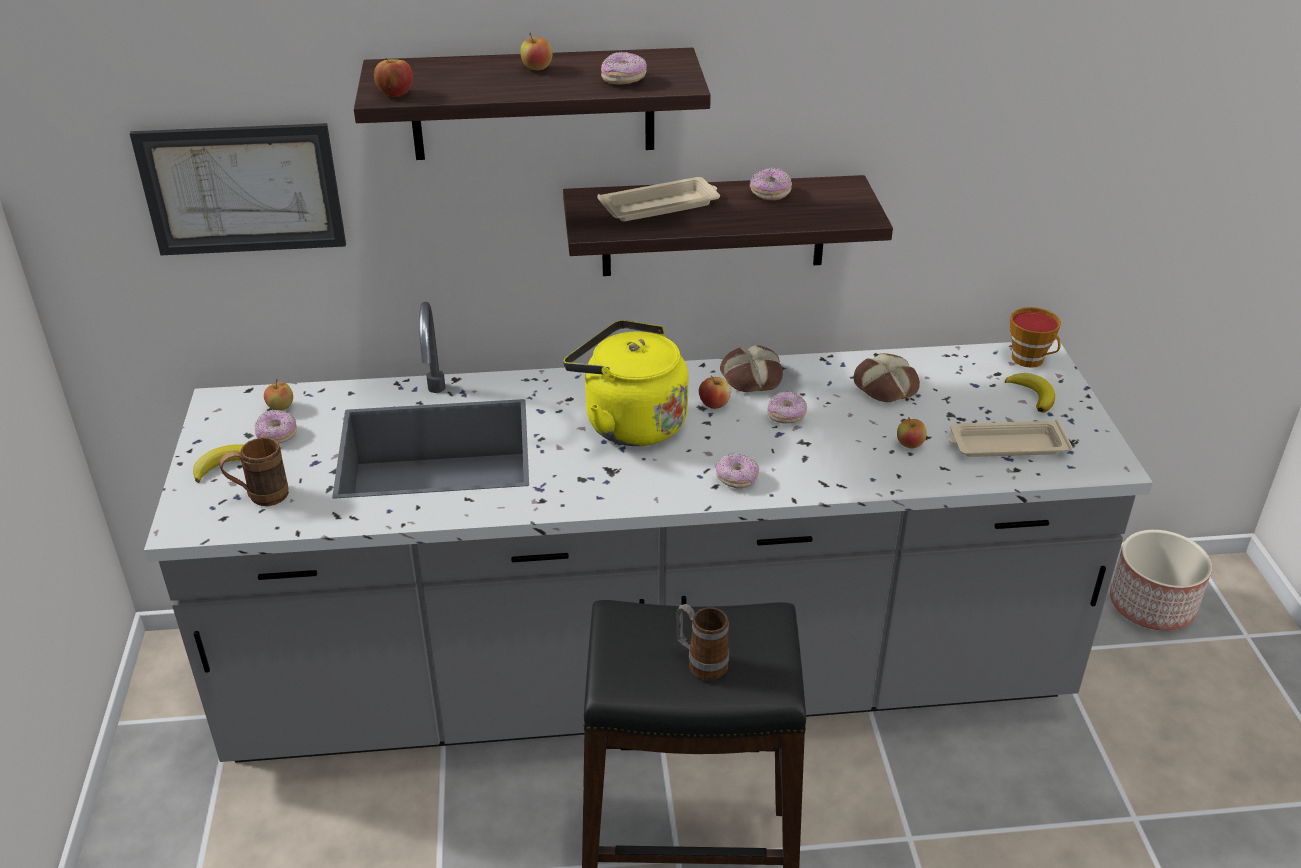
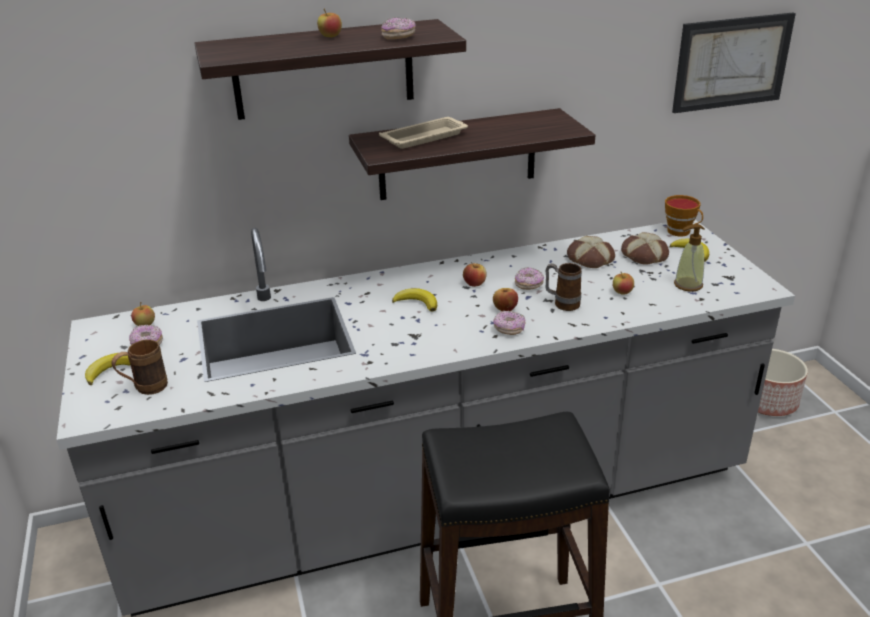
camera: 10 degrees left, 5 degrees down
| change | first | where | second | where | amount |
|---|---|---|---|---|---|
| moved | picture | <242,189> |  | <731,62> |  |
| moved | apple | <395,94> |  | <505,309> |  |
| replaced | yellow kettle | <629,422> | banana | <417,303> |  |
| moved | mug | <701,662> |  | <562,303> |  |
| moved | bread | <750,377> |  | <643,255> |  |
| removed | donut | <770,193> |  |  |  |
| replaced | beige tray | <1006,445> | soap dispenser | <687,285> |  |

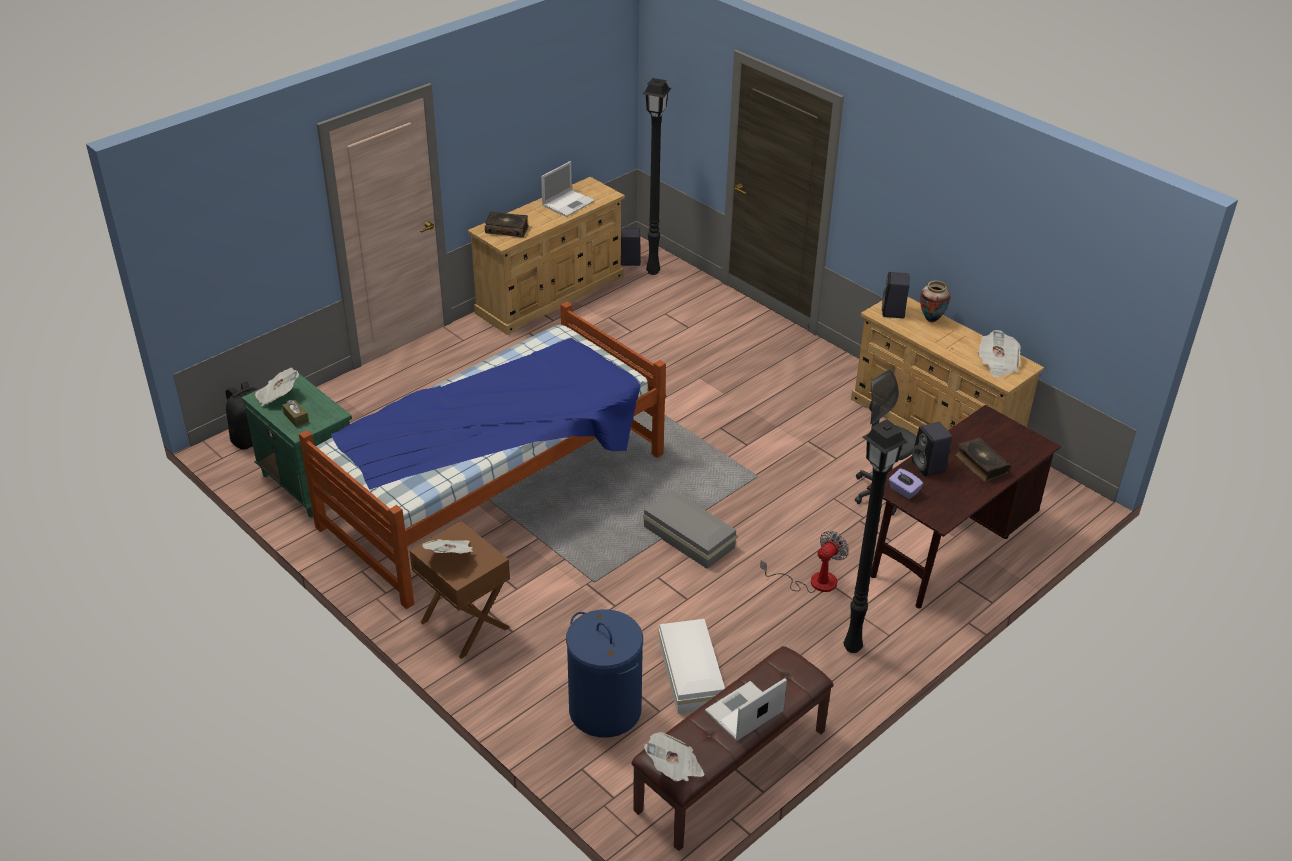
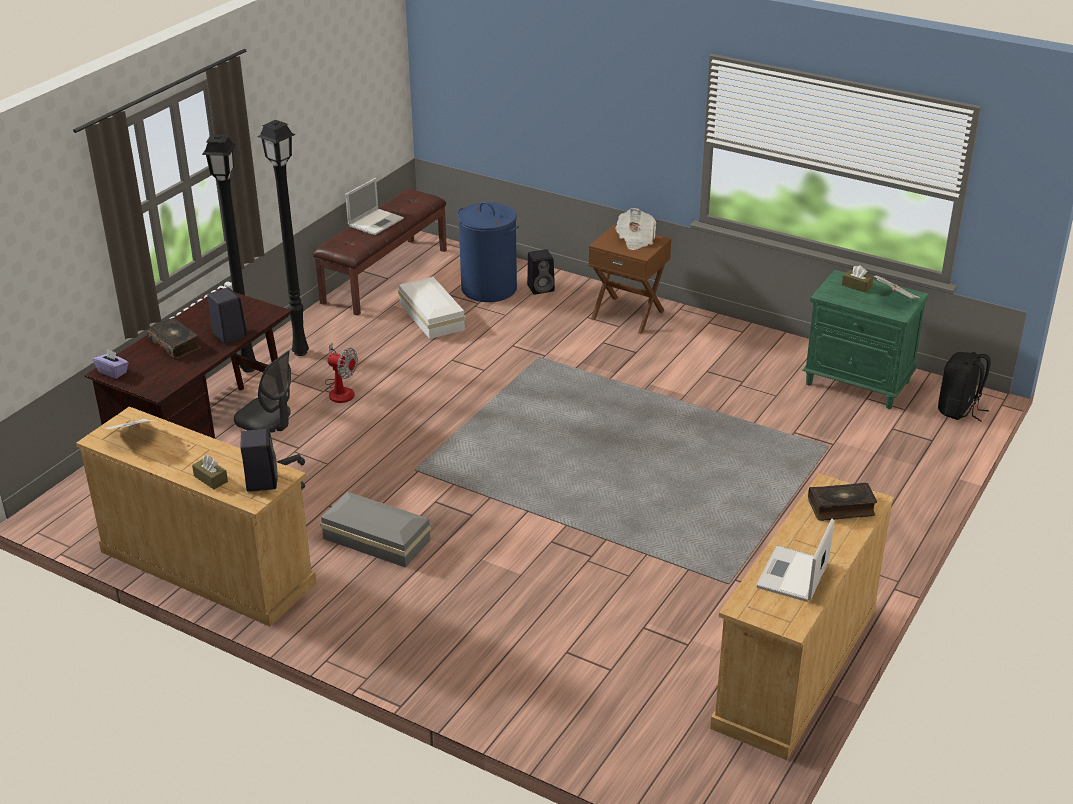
camera: 165 degrees right, 5 degrees down
| change | first | where | second | where | amount |
|---|---|---|---|---|---|
| removed | bed | <496,491> |  |  |  |
| moved | black speaker | <629,261> |  | <541,288> |  |
| moved | black floor lamp | <654,271> |  | <247,369> |  |
| moved | grey storage box | <689,538> |  | <376,538> |  |
| removed | newspaper | <674,768> |  |  |  |
| turned | fan | <813,582> |  | <340,390> | 90 degrees counterclockwise |
| moved | purple tissue box | <903,491> |  | <113,372> |  |
| replaced | vase | <931,319> | brown tissue box | <210,479> |  |

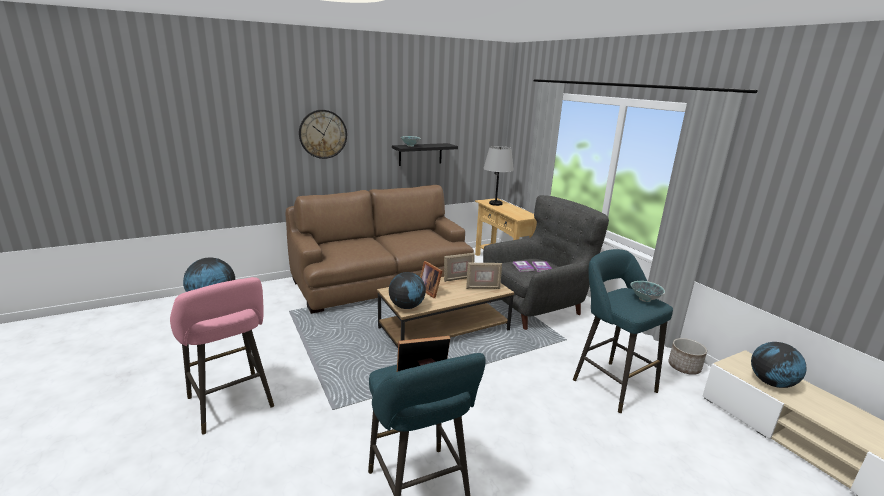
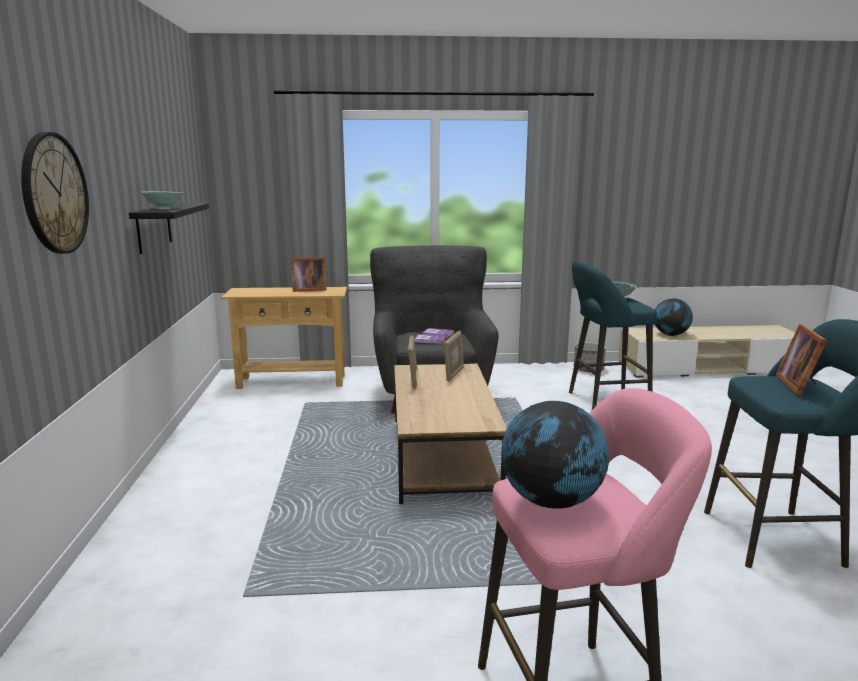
camera: 65 degrees left, 5 degrees down
| change | first | where | second | where | amount |
|---|---|---|---|---|---|
| removed | brown sofa | <382,281> |  |  |  |
| removed | globe | <407,306> |  |  |  |
| moved | picture frame | <430,291> |  | <308,290> |  |
| removed | grey table lamp | <495,203> |  |  |  |

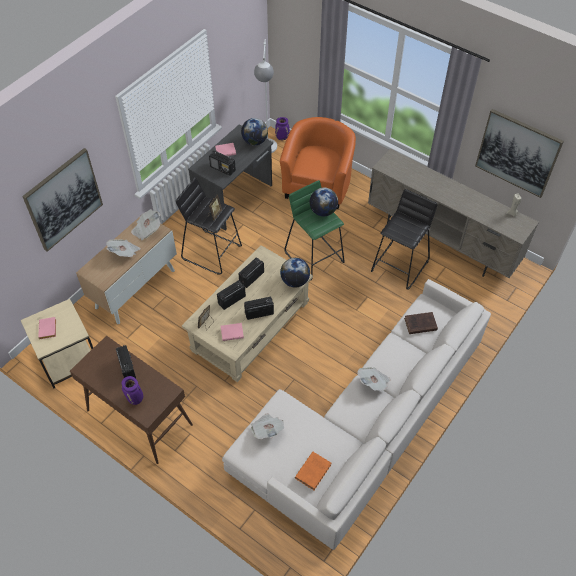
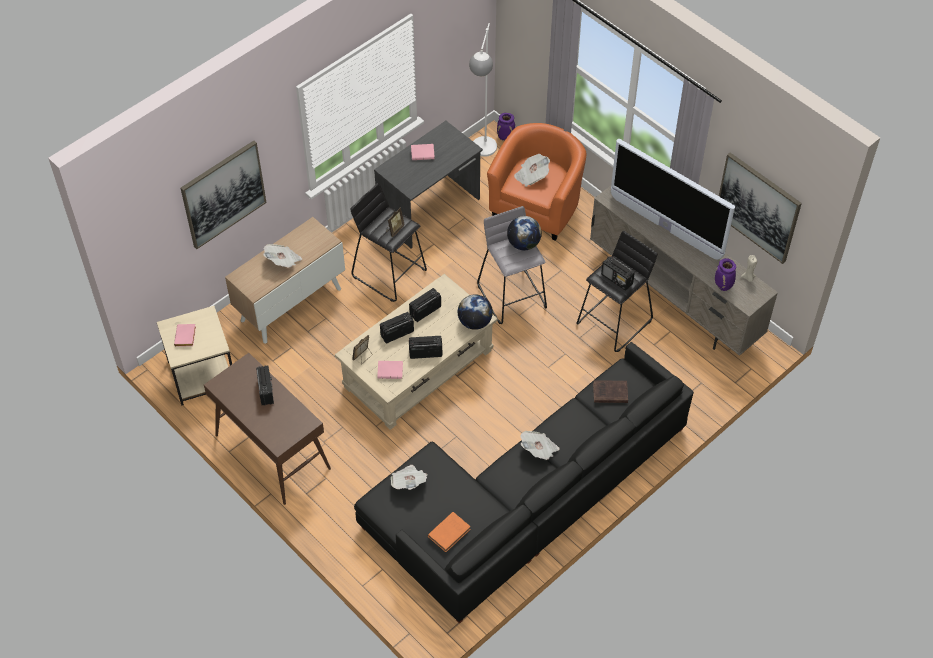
camera: 10 degrees right, 0 degrees up
| change | first | where | second | where | amount |
|---|---|---|---|---|---|
| moved | purple vase | <135,399> |  | <723,286> |  |
| moved | newspaper | <147,230> |  | <531,176> |  |
| moved | radio | <223,169> |  | <617,279> |  |
| recoloured | white sofa | <362,426> | black sofa | <523,500> |  |
| removed | globe | <255,141> |  |  |  |
| recoloured | green stool | <314,256> | grey stool | <512,296> |  |
| added |  |  | television | <665,228> |  |

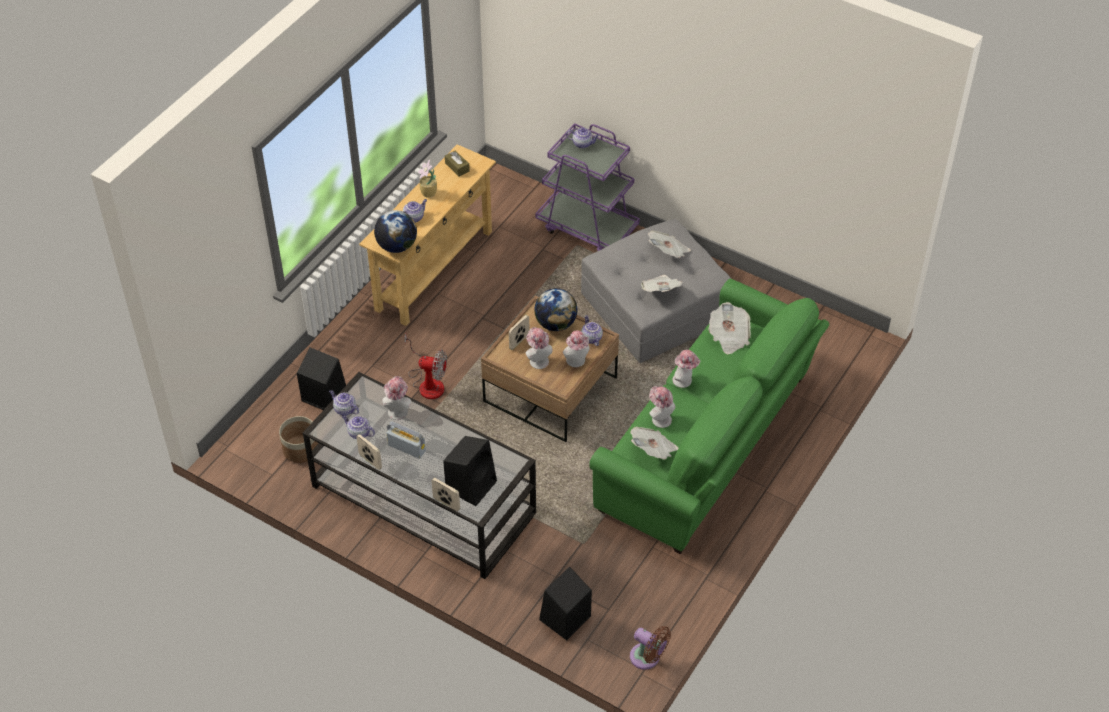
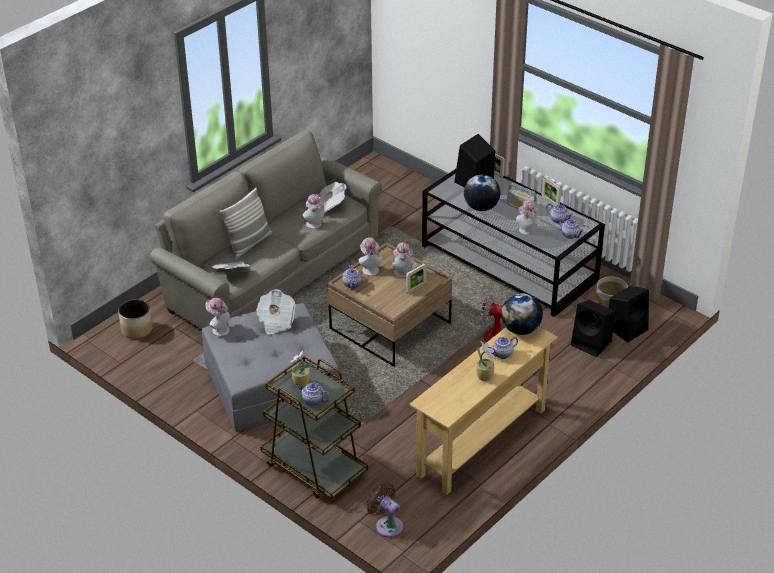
camera: 170 degrees left, 10 degrees down
| change | first | where | second | where | amount |
|---|---|---|---|---|---|
| removed | brown tissue box | <457,167> |  |  |  |
| moved | globe | <556,324> |  | <481,207> |  |
| recoloured | purple cart | <587,228> | brown cart | <314,467> |  |
| moved | black speaker | <564,619> |  | <627,328> |  |
| recoloured | green sofa | <710,446> | beige sofa | <270,273> |  |
| moved | brown fan | <647,658> |  | <387,525> |  |
| removed | newspaper | <668,252> |  |  |  |
| moved | hat | <684,381> |  | <219,329> |  |
| added |  |  | planter | <137,329> |  |
| added |  |  | pillow | <249,244> |  |
| added |  |  | potted plant | <300,383> |  |

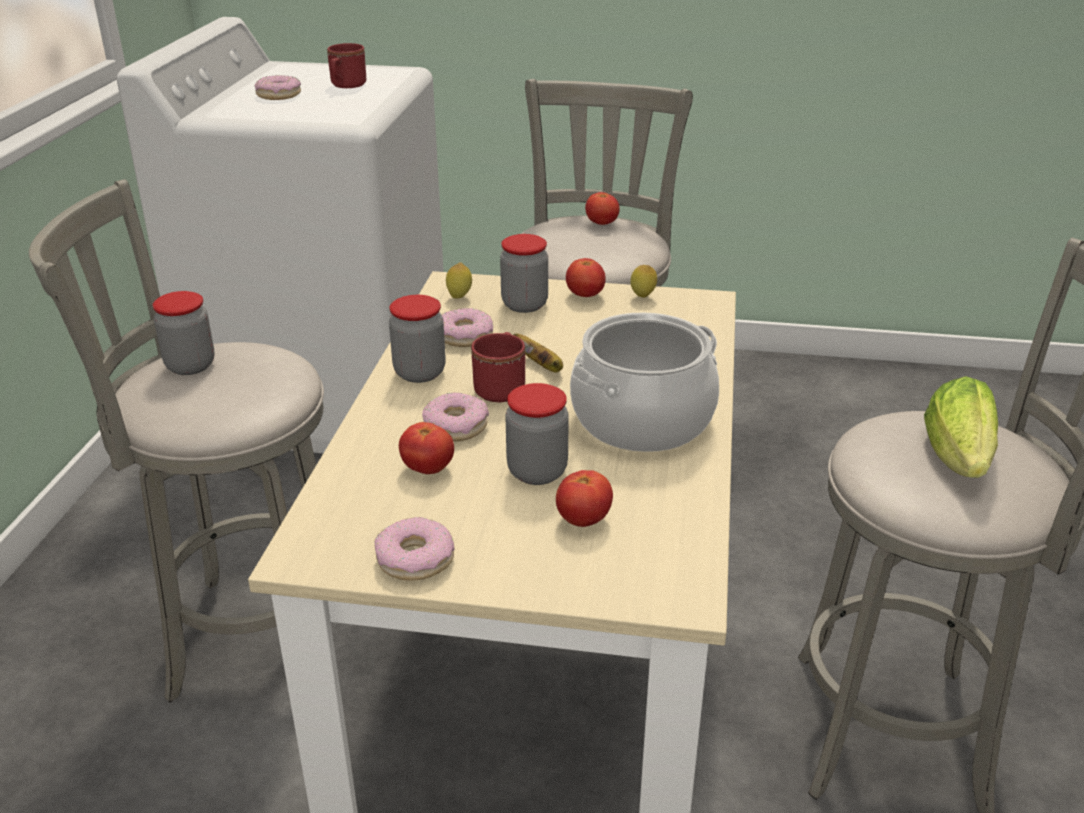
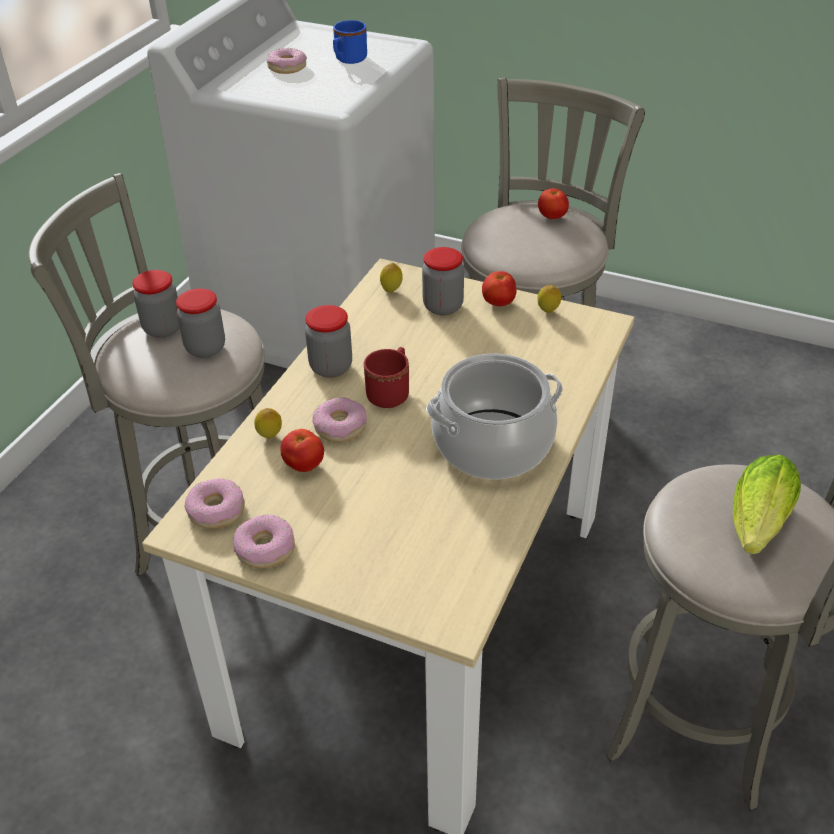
camera: 15 degrees right, 10 degrees up
| change | first | where | second | where | amount |
|---|---|---|---|---|---|
| recoloured | red mug | <346,86> | blue mug | <348,60> |  |
| moved | donut | <465,336> |  | <216,510> |  |
| moved | jar | <537,472> |  | <205,348> |  |
| removed | banana | <540,366> |  |  |  |
| removed | tomato | <583,520> |  |  |  |
| added |  |  | lemon | <270,437> |  |

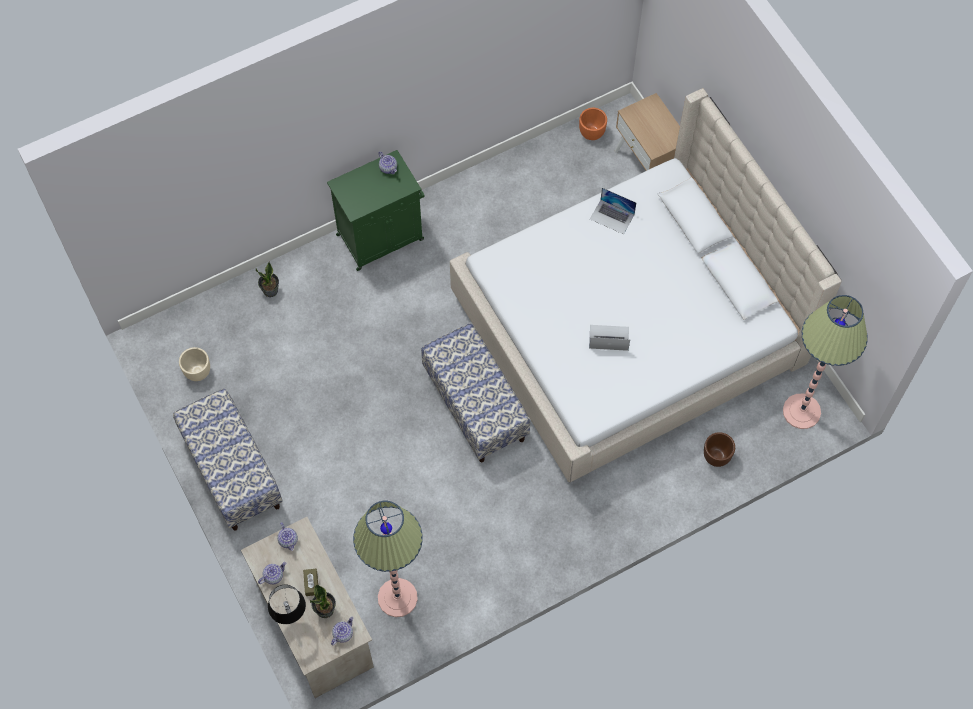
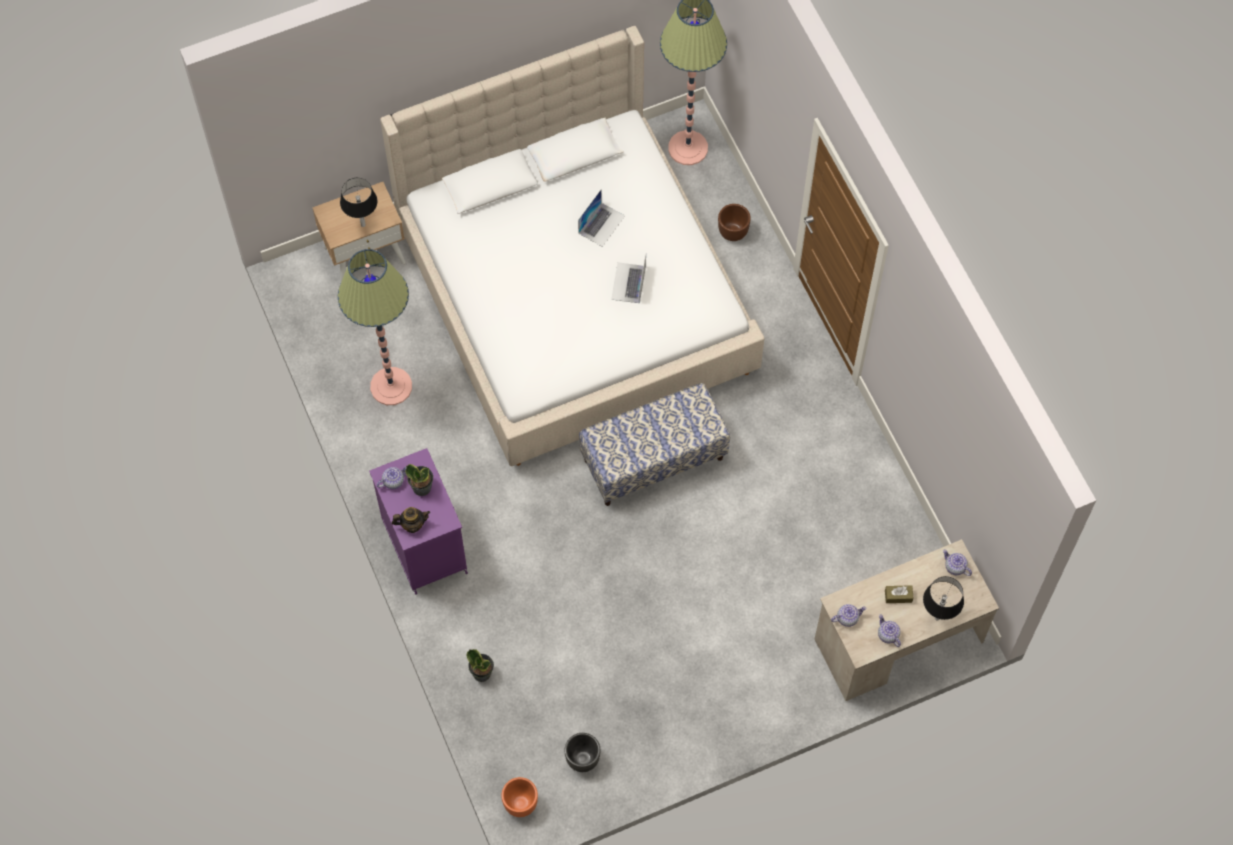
camera: 85 degrees left, 0 degrees up
| change | first | where | second | where | amount |
|---|---|---|---|---|---|
| removed | bench | <232,471> |  |  |  |
| recoloured | beige planter | <197,372> | black planter | <582,760> |  |
| moved | potted plant | <325,609> |  | <422,487> |  |
| recoloured | green cabinet | <381,236> | purple cabinet | <423,544> |  |
| moved | floor lamp | <397,597> |  | <391,386> |  |
| moved | orange planter | <592,133> |  | <521,803> |  |
| moved | laptop | <612,216> |  | <601,224> |  |
| added |  |  | black table lamp | <363,225> |  |
| added |  |  | teapot | <412,524> |  |

